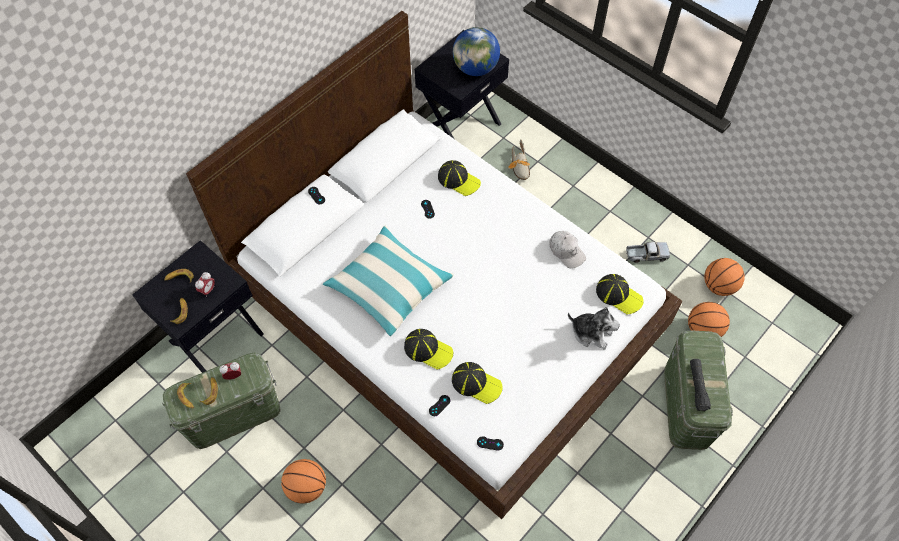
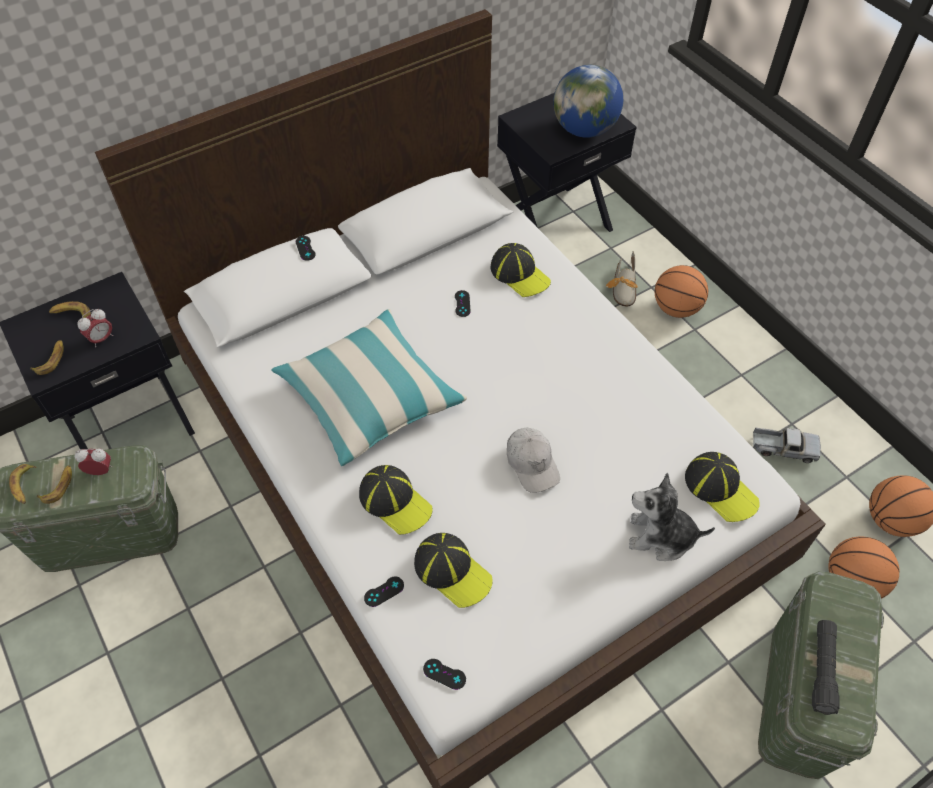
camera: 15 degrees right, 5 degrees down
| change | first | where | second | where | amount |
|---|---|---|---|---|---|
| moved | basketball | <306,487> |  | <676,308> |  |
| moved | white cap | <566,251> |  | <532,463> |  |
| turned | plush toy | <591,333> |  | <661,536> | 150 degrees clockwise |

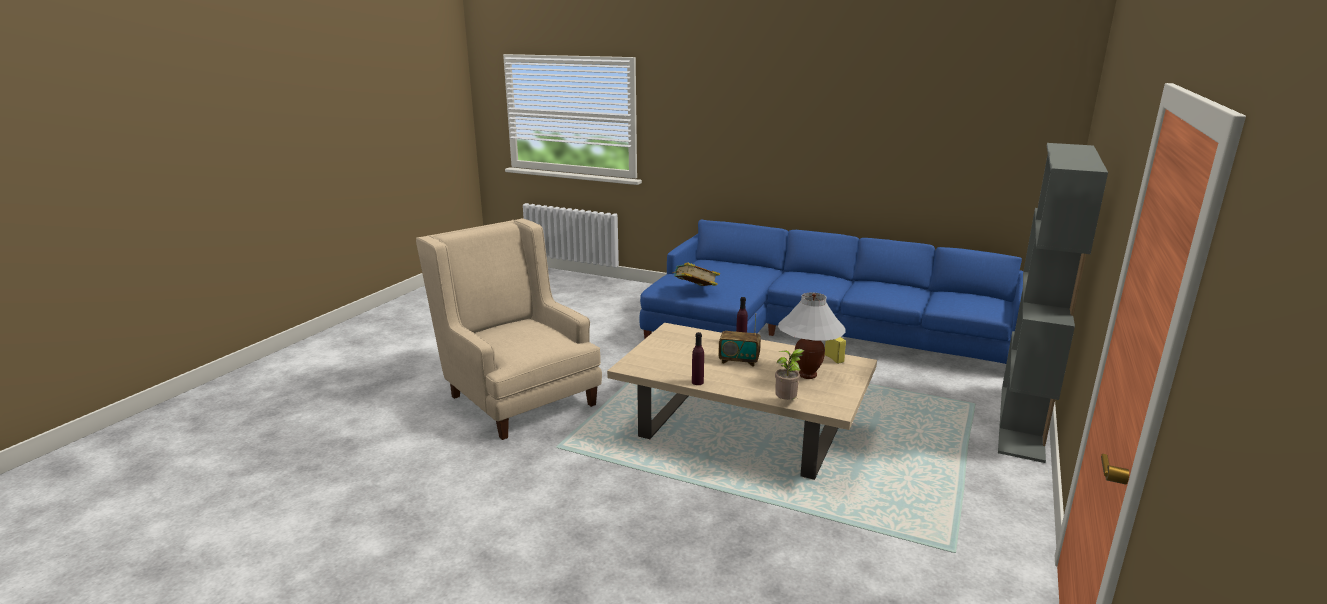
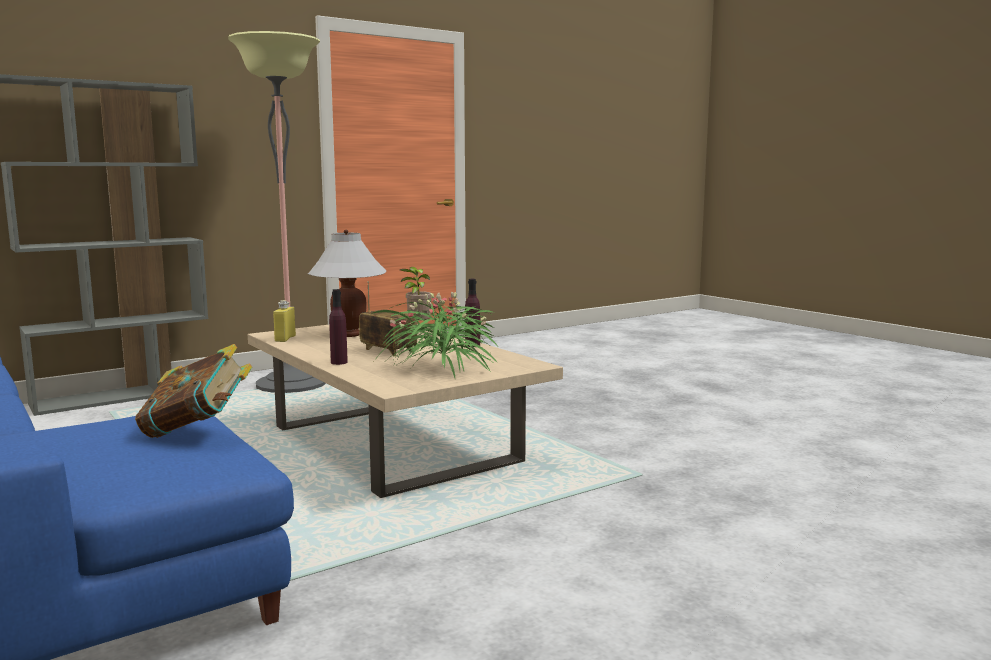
camera: 150 degrees left, 10 degrees down
| change | first | where | second | where | amount |
|---|---|---|---|---|---|
| removed | beige armchair | <516,396> |  |  |  |
| added |  |  | floor lamp | <291,385> |  |
| added |  |  | potted plant | <442,367> |  |

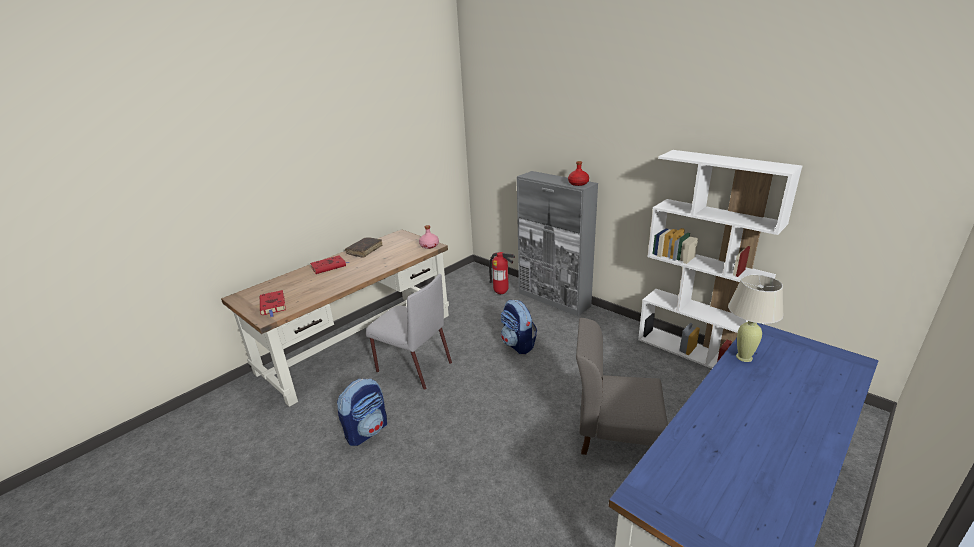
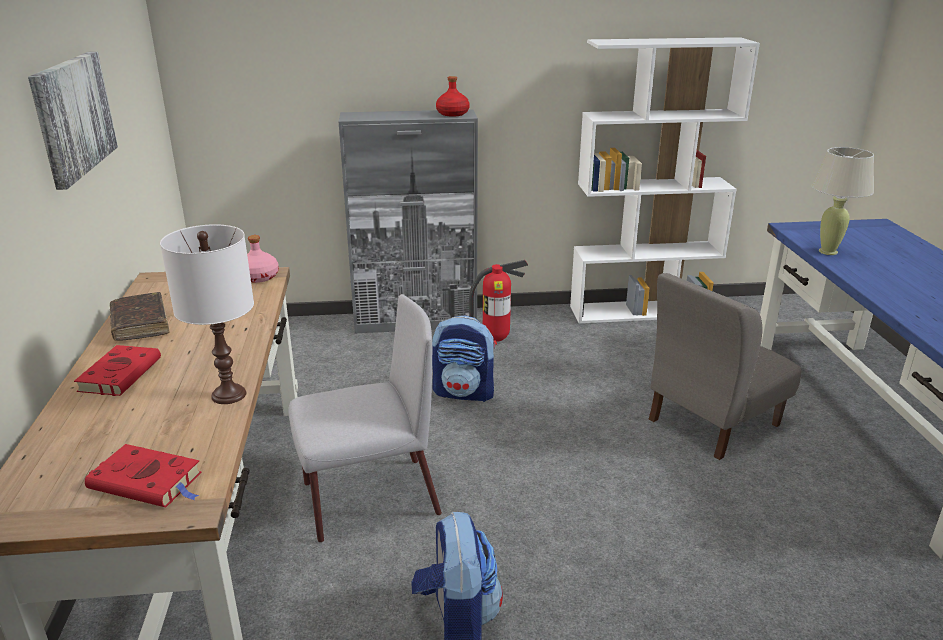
camera: 50 degrees left, 0 degrees up
| change | first | where | second | where | amount |
|---|---|---|---|---|---|
| moved | fire extinguisher | <501,293> |  | <496,339> |  |
| added |  |  | picture | <72,116> |  |
| added |  |  | white table lamp | <229,394> |  |

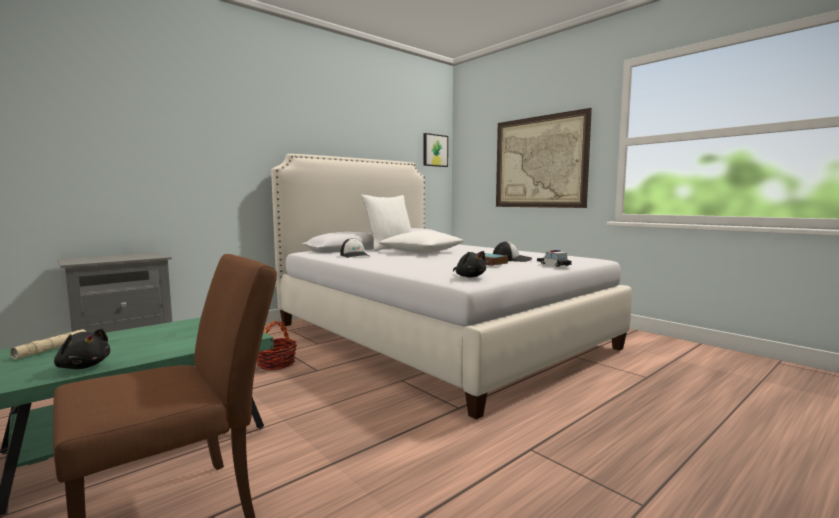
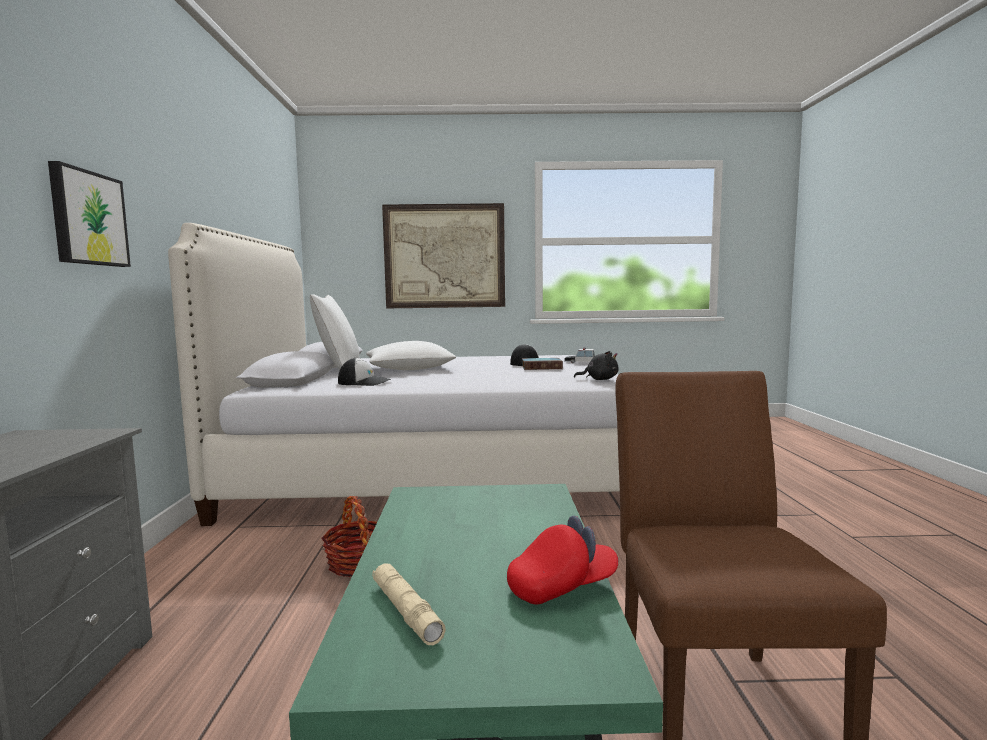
camera: 50 degrees left, 0 degrees up
| change | first | where | second | where | amount |
|---|---|---|---|---|---|
| replaced | black plush toy | <83,366> | red cap | <562,587> |  |
| moved | picture | <434,150> |  | <88,218> |  |

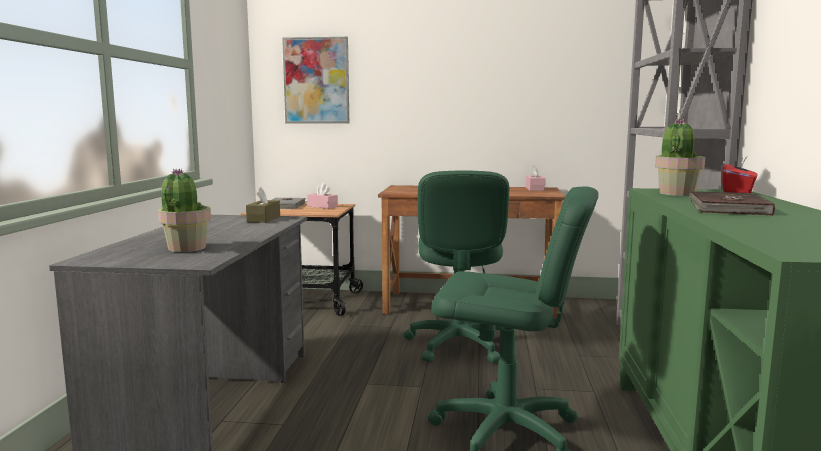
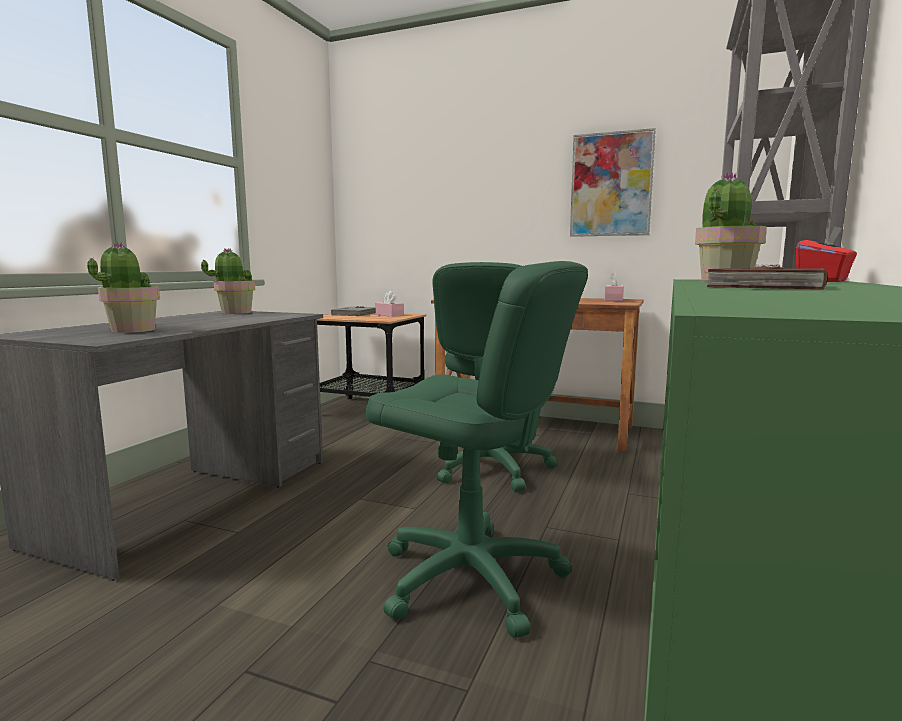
camera: 15 degrees right, 0 degrees up
| change | first | where | second | where | amount |
|---|---|---|---|---|---|
| removed | brown tissue box | <263,219> |  |  |  |
| moved | picture | <316,81> |  | <611,185> |  |
| added |  |  | potted plant | <235,312> |  |

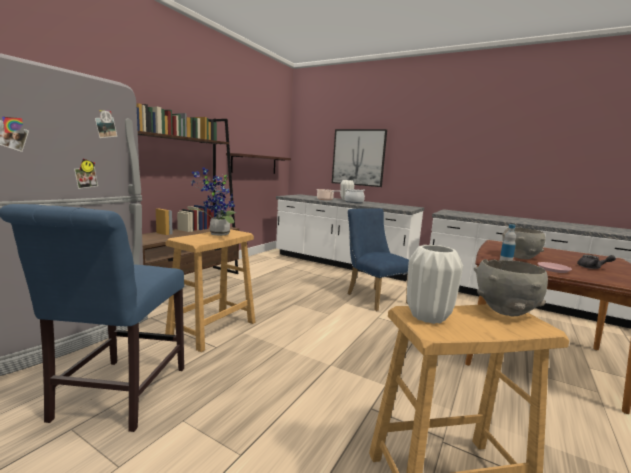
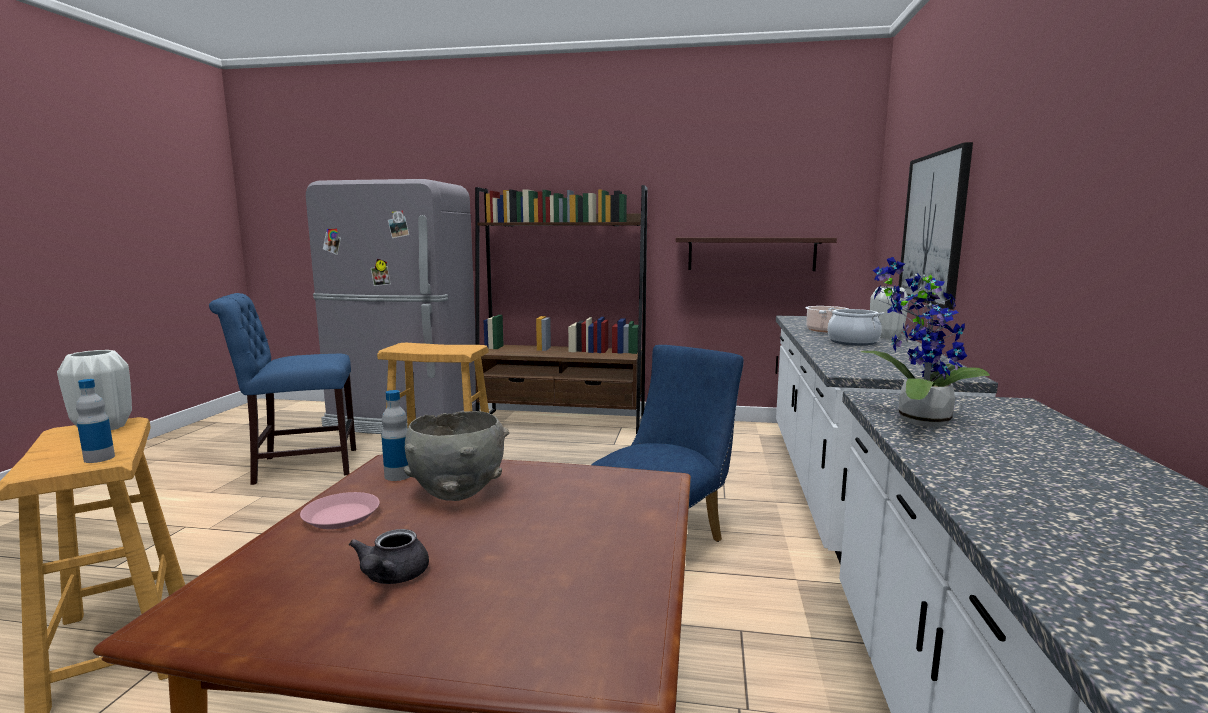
camera: 70 degrees right, 0 degrees up
| change | first | where | second | where | amount |
|---|---|---|---|---|---|
| moved | potted plant | <217,234> |  | <916,420> |  |
| replaced | grey bowl | <505,311> | bottle | <99,458> |  |

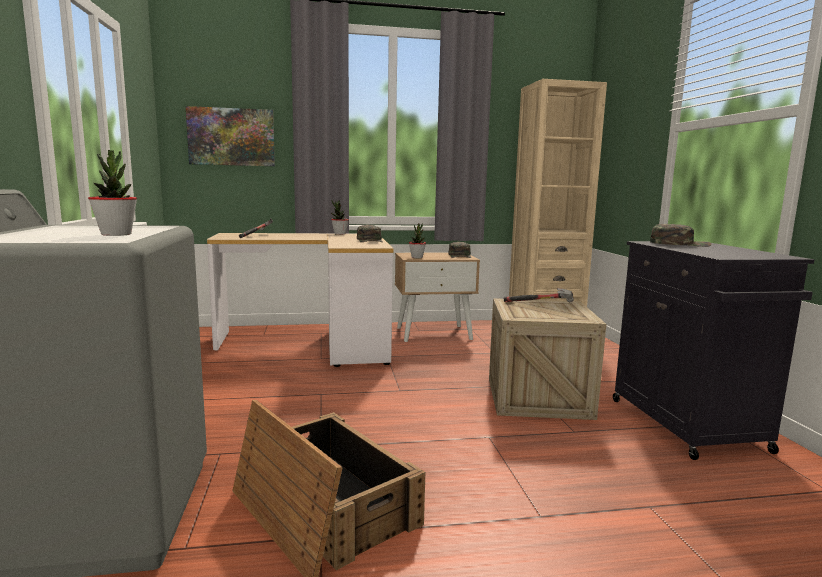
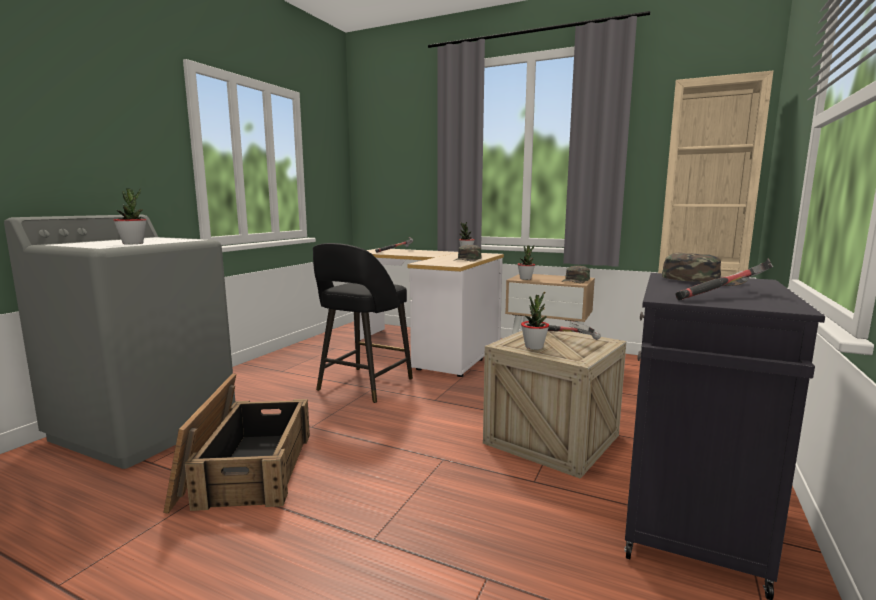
camera: 35 degrees right, 0 degrees up
| change | first | where | second | where | amount |
|---|---|---|---|---|---|
| removed | picture | <231,137> |  |  |  |
| added |  |  | black stool | <363,385> |  |
| added |  |  | potted plant | <534,347> |  |
| added |  |  | hammer | <724,295> |  |

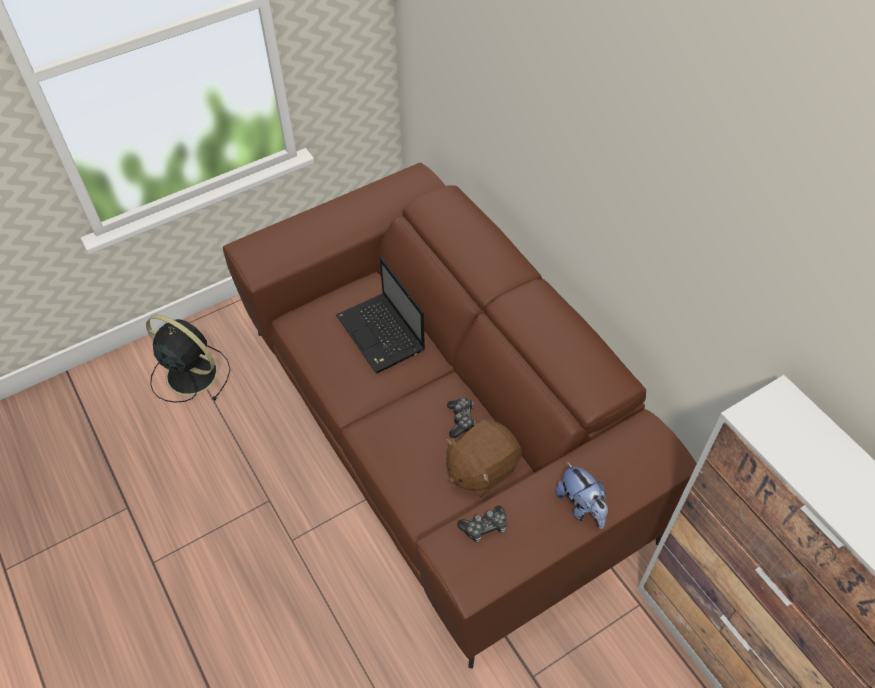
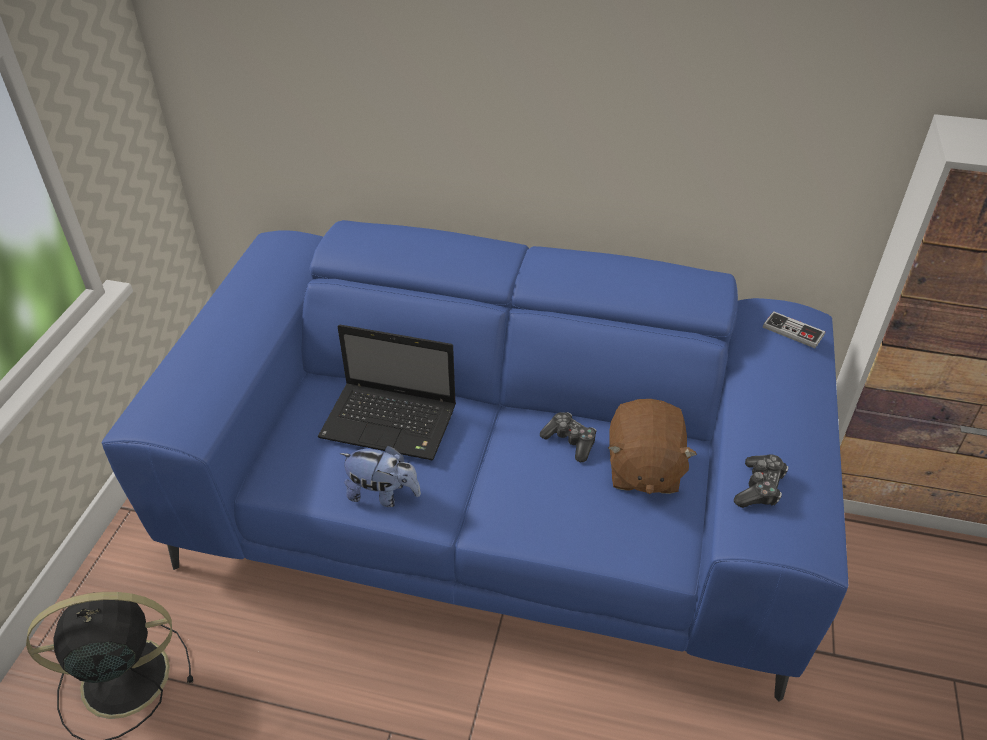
camera: 45 degrees left, 10 degrees down
| change | first | where | second | where | amount |
|---|---|---|---|---|---|
| recoloured | brown sofa | <440,431> | blue sofa | <494,512> |  |
| moved | plush toy | <581,506> |  | <383,494> |  |
| added |  |  | game controller | <793,331> |  |

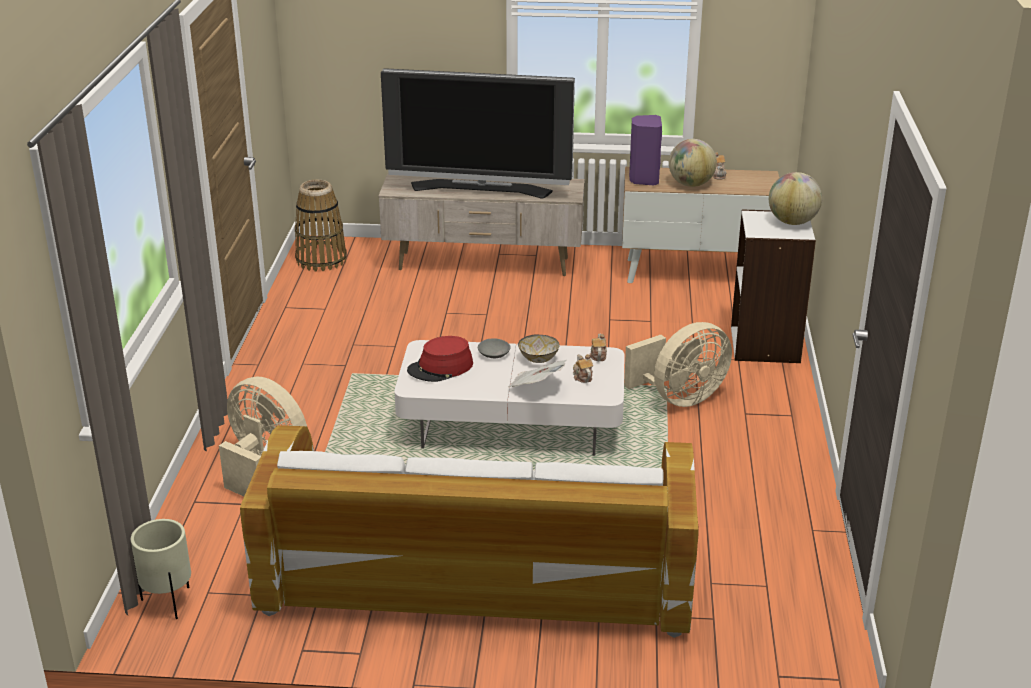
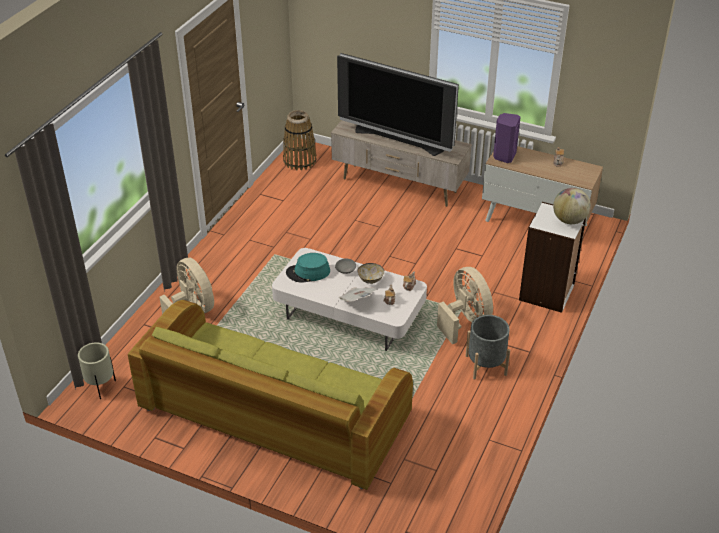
camera: 20 degrees right, 10 degrees up
| change | first | where | second | where | amount |
|---|---|---|---|---|---|
| recoloured | white sofa | <476,572> | green sofa | <273,413> |  |
| recoloured | red hat | <440,368> | turquoise hat | <308,272> |  |
| turned | beige fan | <680,398> |  | <465,321> | 105 degrees counterclockwise |
| removed | globe | <690,184> |  |  |  |
| added |  |  | grey planter | <486,365> |  |

